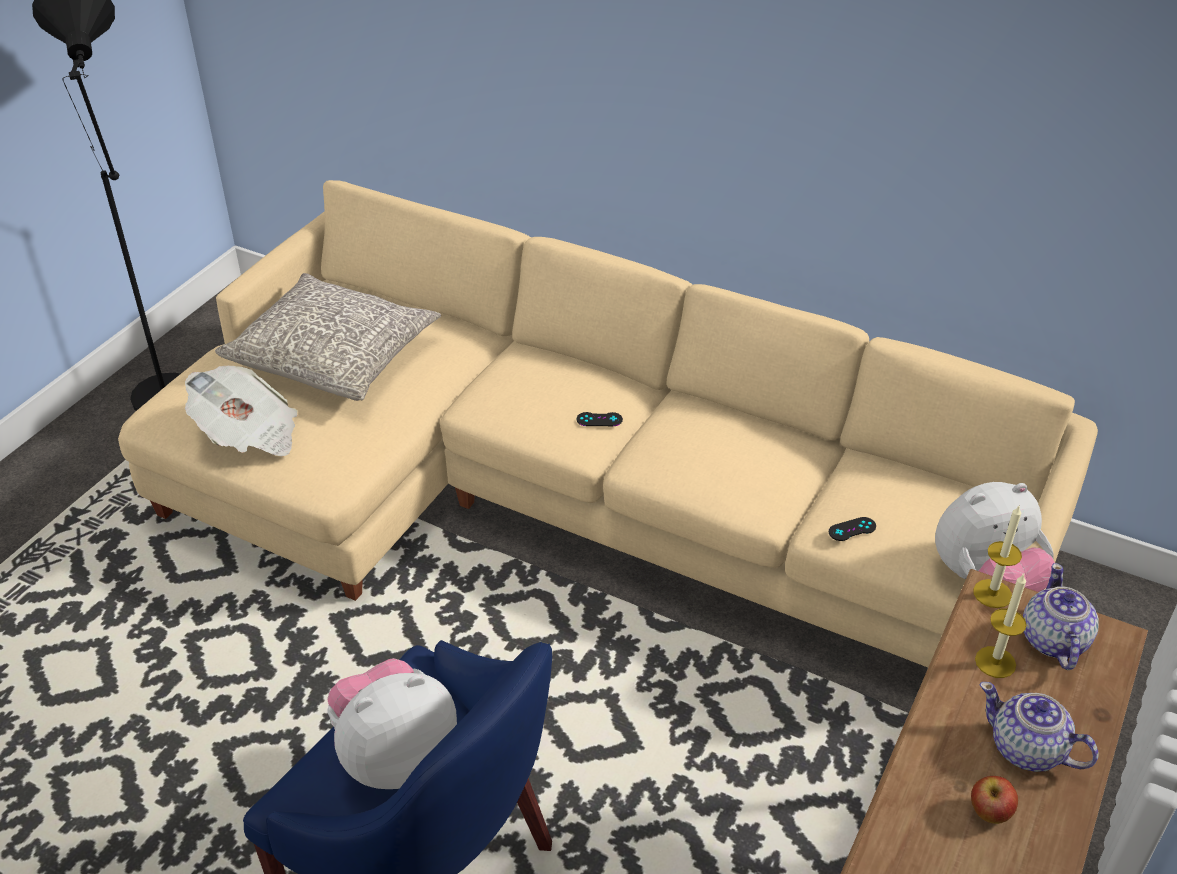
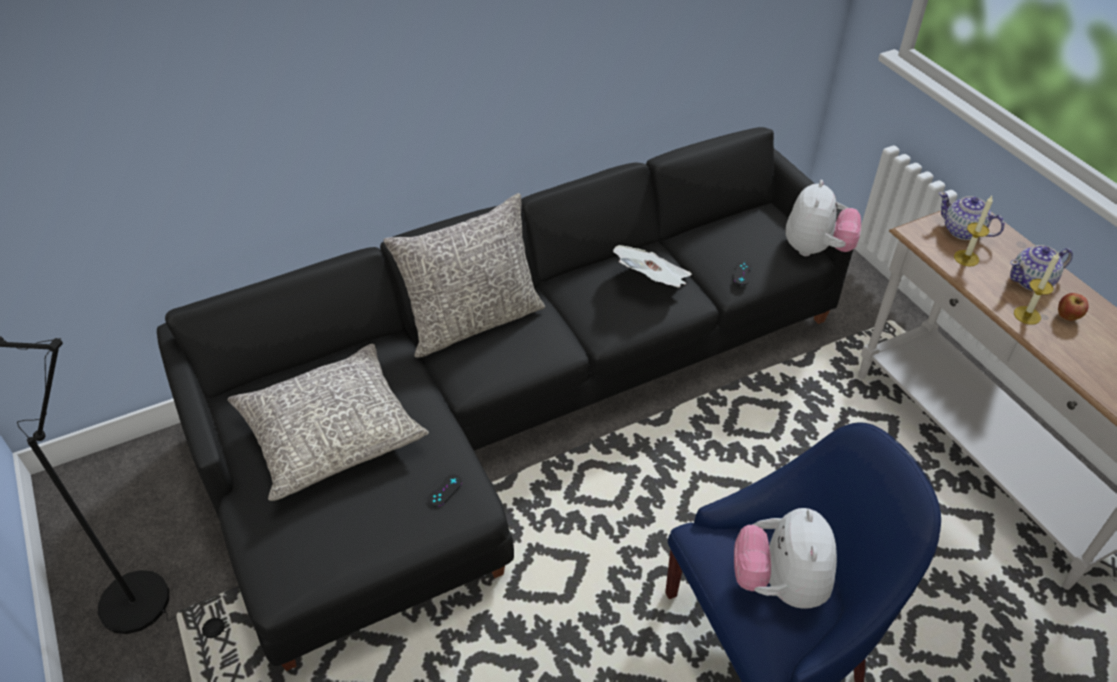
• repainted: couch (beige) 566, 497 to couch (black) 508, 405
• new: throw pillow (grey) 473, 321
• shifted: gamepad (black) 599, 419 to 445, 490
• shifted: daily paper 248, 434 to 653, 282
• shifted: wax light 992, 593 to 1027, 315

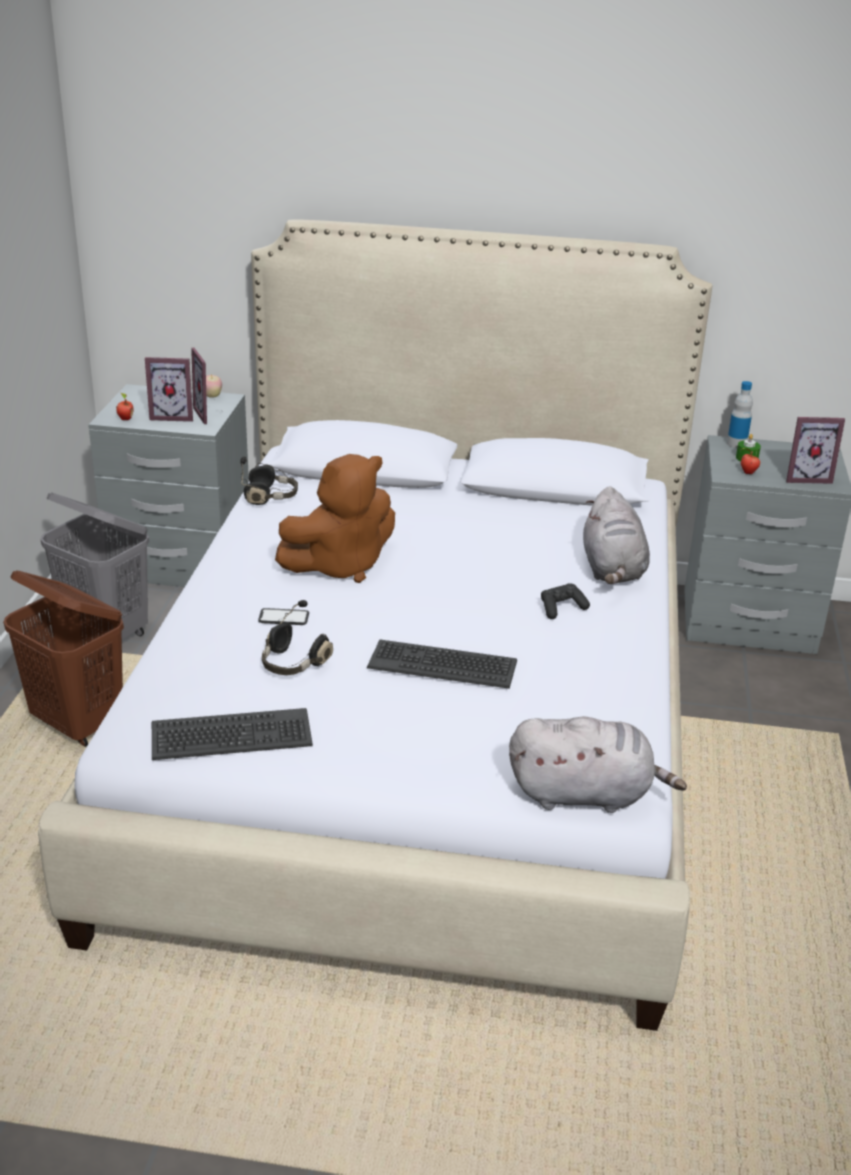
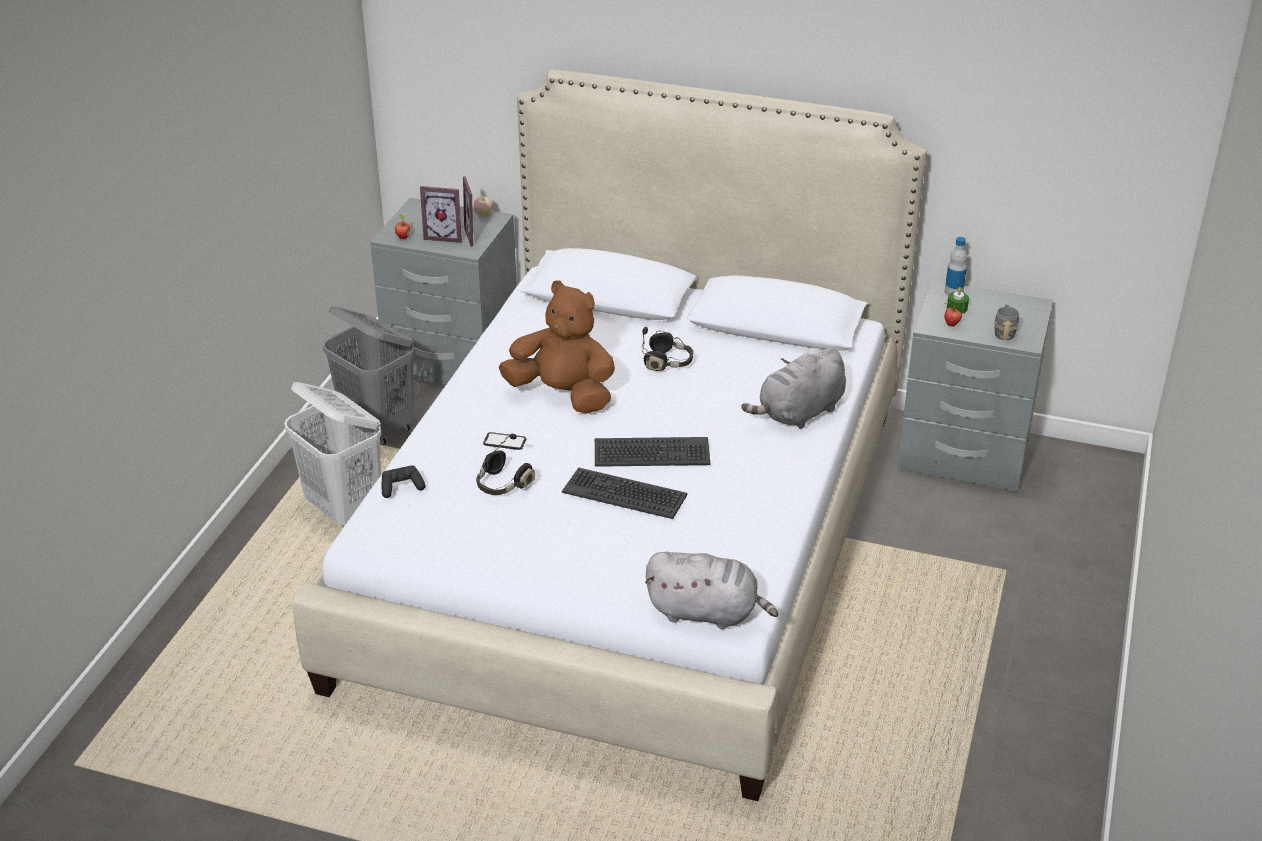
• repainted: laundry basket (brownish) 79, 724 to laundry basket (white-coloured) 344, 510
• shifted: gamepad (black) 561, 608 to 401, 487
• rotated: plush toy (brownish) 340, 565 = 563, 395 135 degrees counterclockwise
• shifted: keyboard 231, 736 to 651, 453
• shifted: pair of headphones (black) 270, 497 to 668, 362
• rotated: plush toy (grey) 612, 570 = 799, 413 45 degrees clockwise
• swapped: standing frame 806, 477 to tea mug (grey) 1004, 332

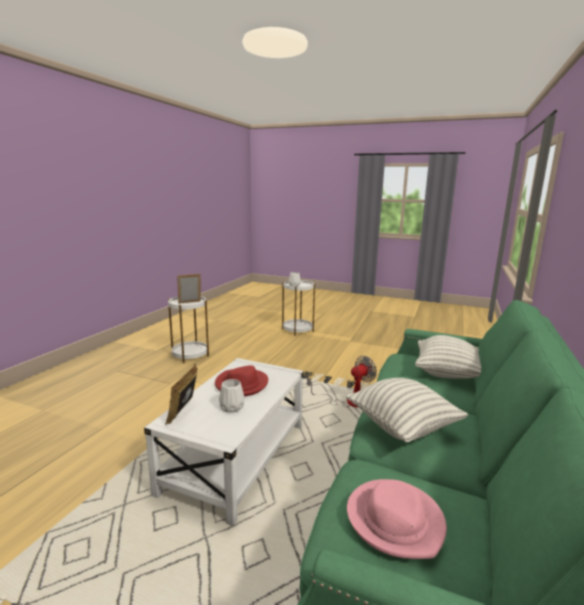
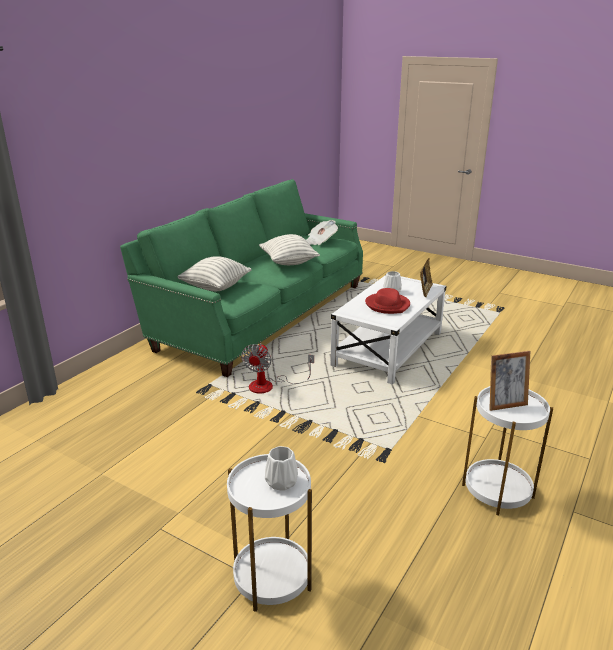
• rotated: fan 348, 401 = 269, 385 45 degrees counterclockwise
• swapped: clothing hat (pinkish) 395, 520 to daily paper 320, 241

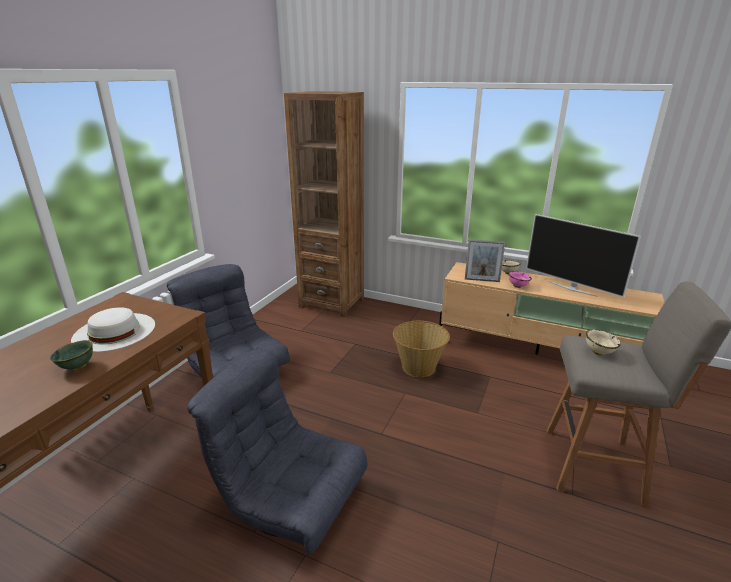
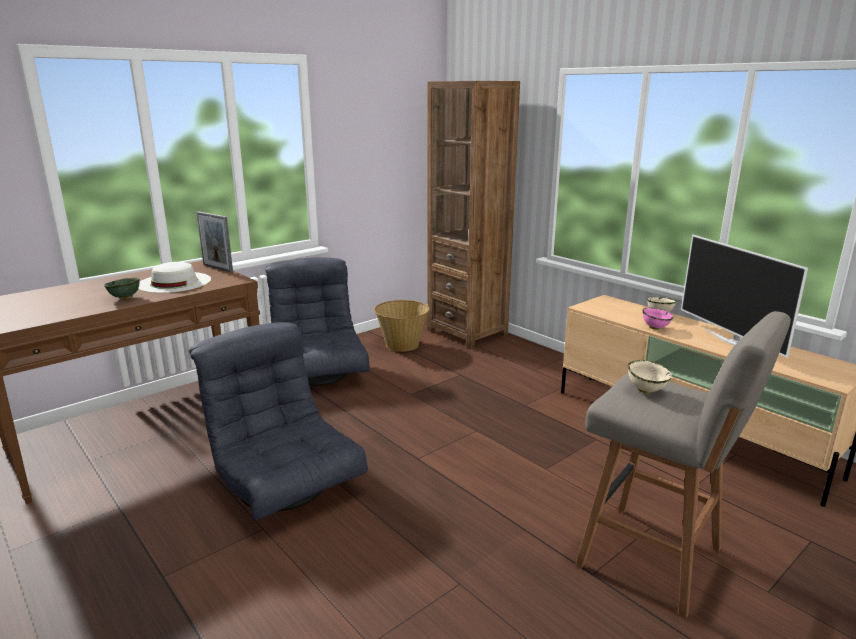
• shifted: standing frame 482, 280 to 217, 268
• shifted: basket 419, 367 to 402, 345

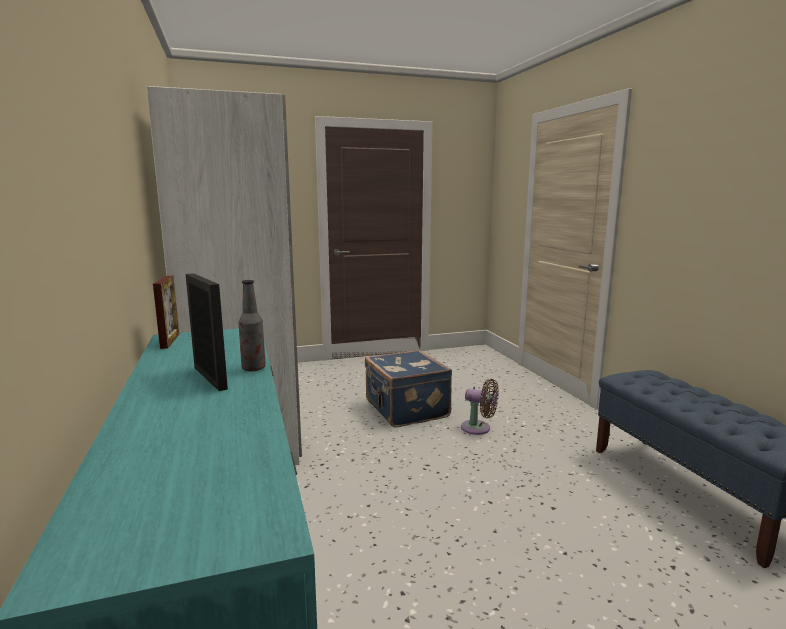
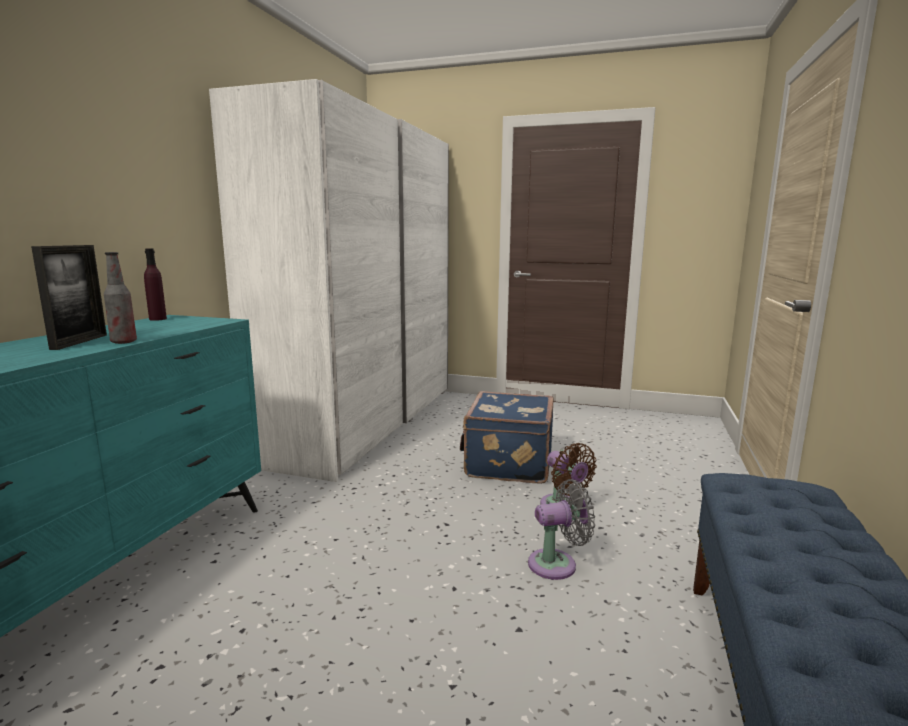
• swapped: standing frame 170, 341 to drink bottle (purplish) 158, 319
• new: fan (grey) 557, 564

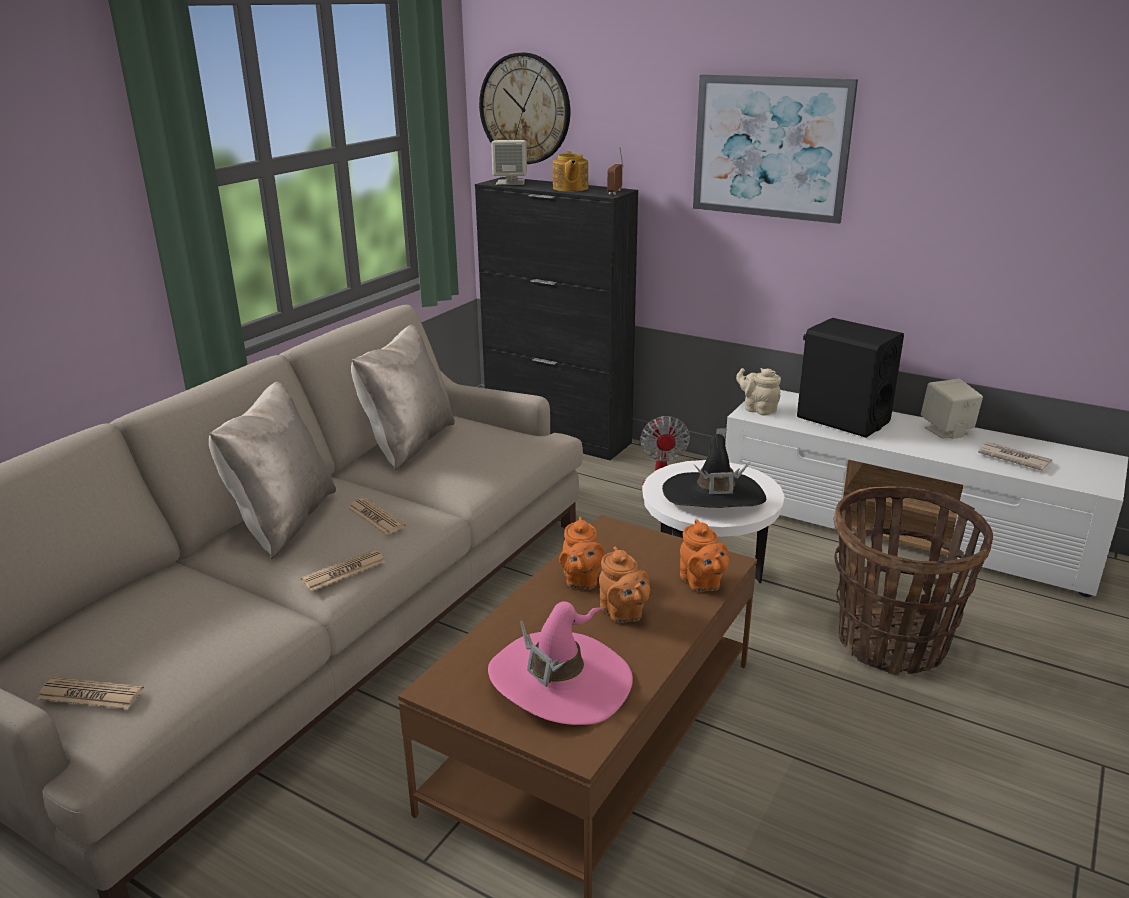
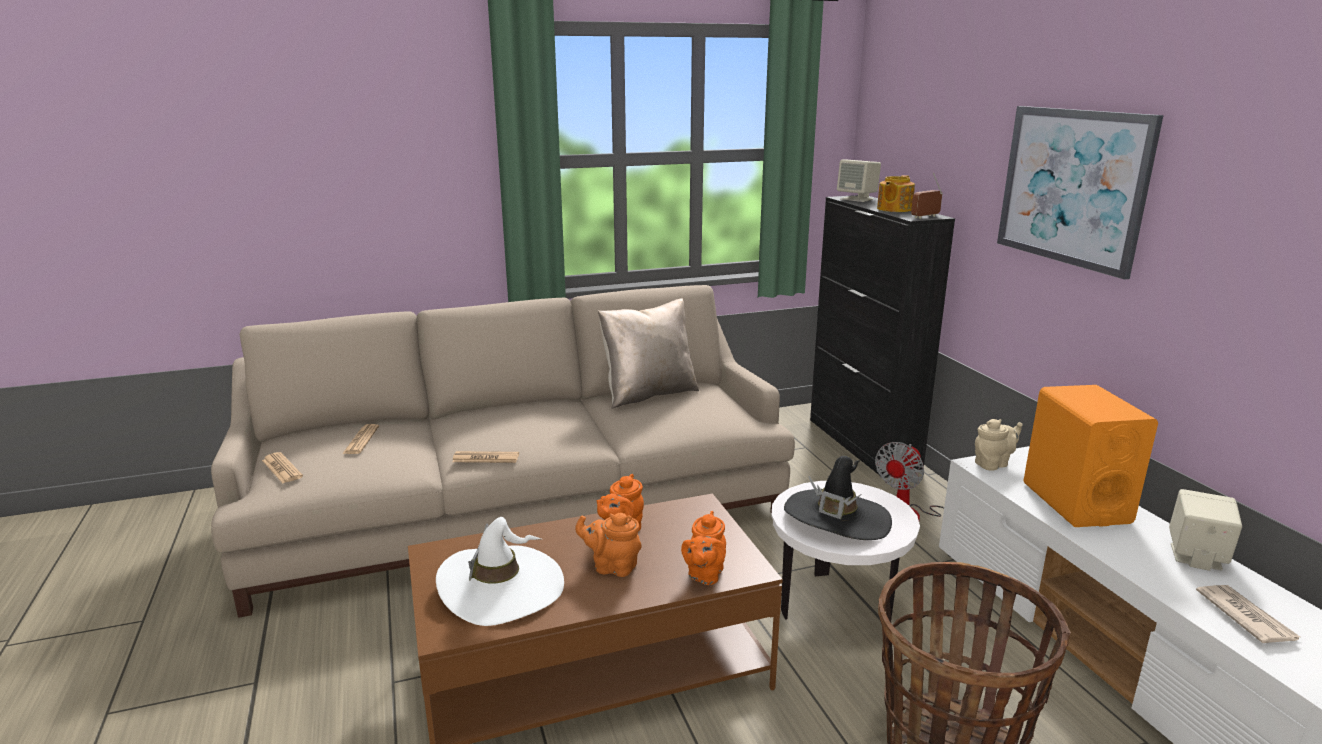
• shifted: daily paper 376, 517 to 361, 440
• repainted: clothing hat (pinkish) 560, 681 to clothing hat (white-coloured) 501, 587
• rotated: teapot (orange) 623, 614 = 612, 566 90 degrees clockwise
• rotated: teapot (beige) 758, 409 = 993, 464 75 degrees clockwise
• repainted: speaker (black) 842, 419 to speaker (orange) 1075, 502
• gone: throw pillow (beige) 283, 521
• gone: clock on the wall 525, 109

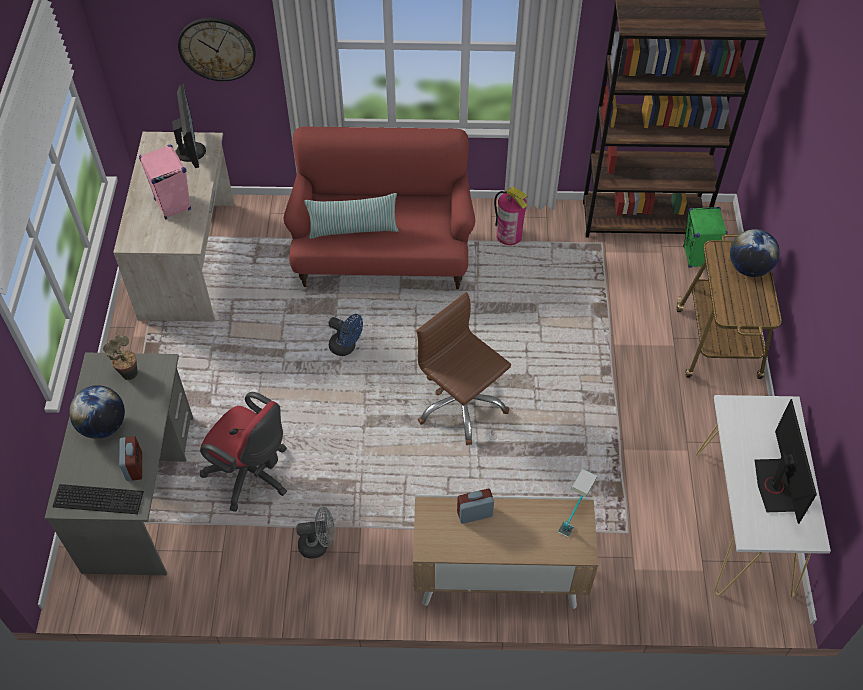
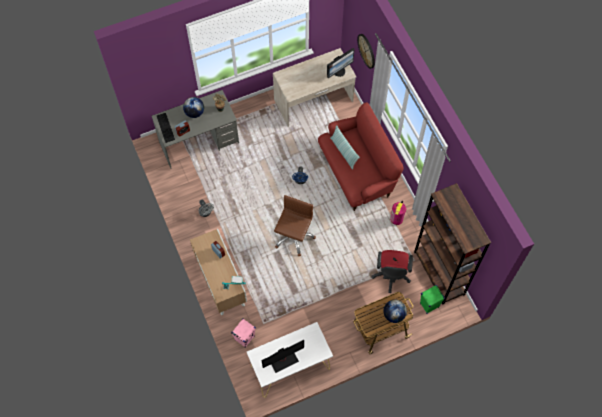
• shifted: speaker (pinkish) 172, 204 to 244, 338
• shifted: office chair (red-coloured) 252, 475 to 391, 276

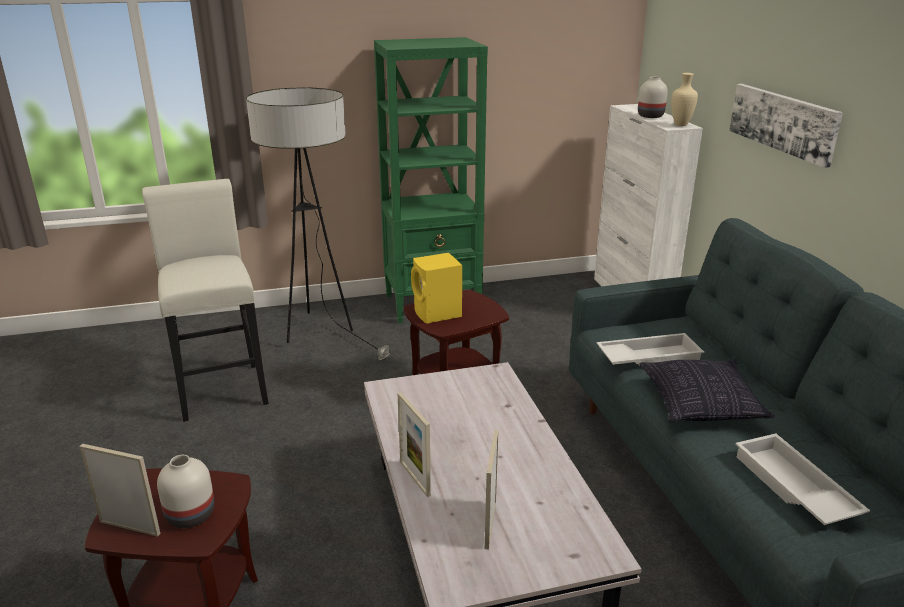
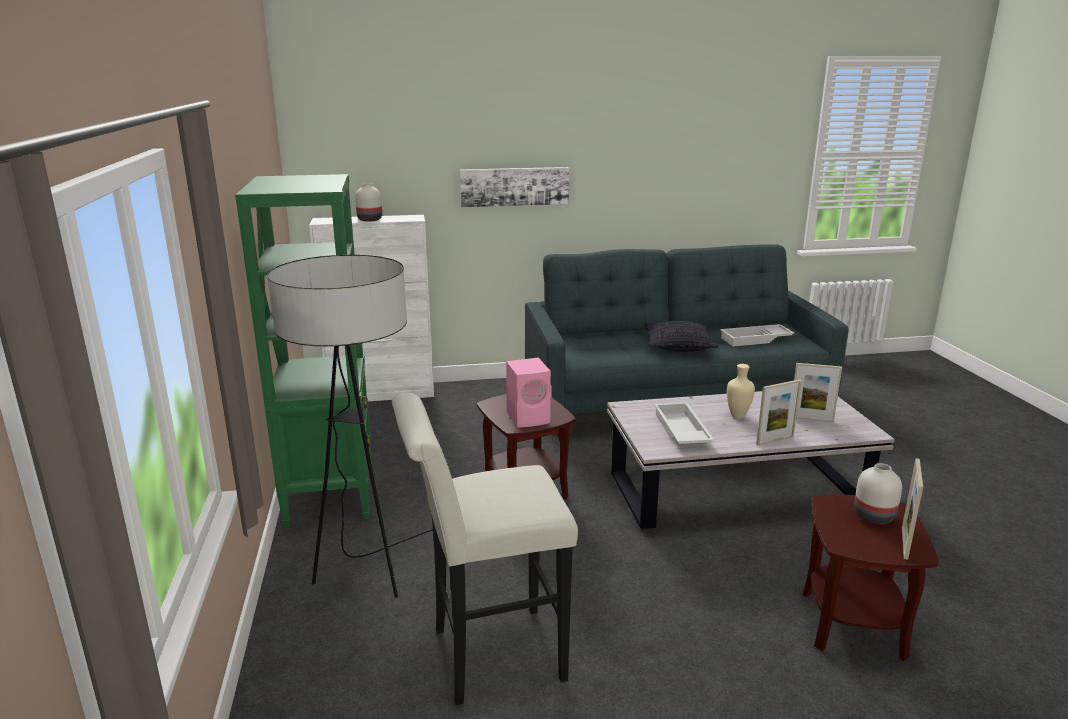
• repainted: speaker (yellow-coloured) 437, 314 to speaker (pinkish) 530, 418
• shifted: carrying tray (white-coloured) 648, 357 to 680, 431
• shifted: flower vase (beige) 680, 125 to 738, 416

